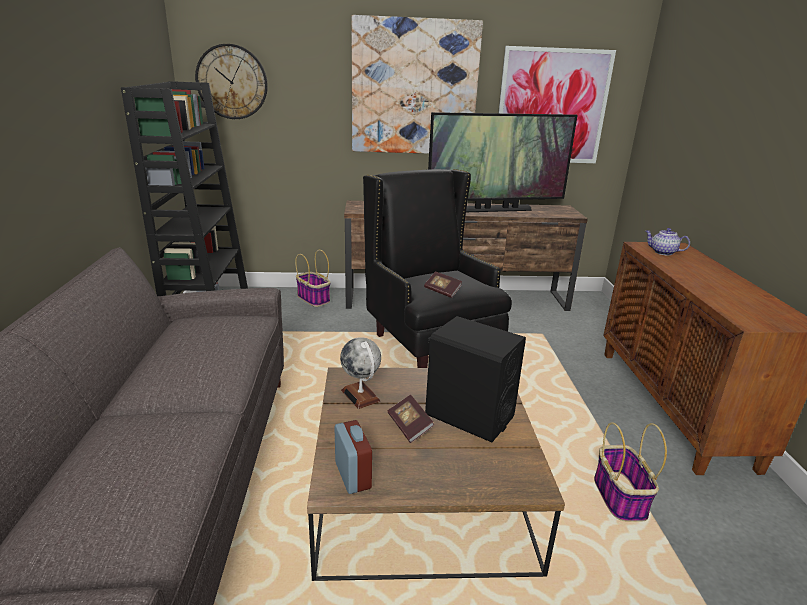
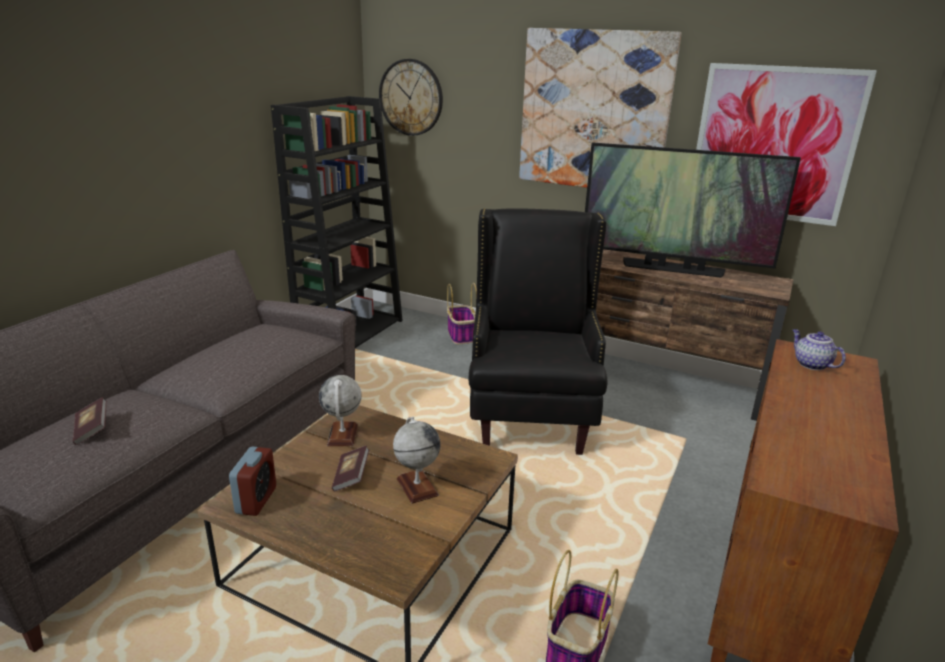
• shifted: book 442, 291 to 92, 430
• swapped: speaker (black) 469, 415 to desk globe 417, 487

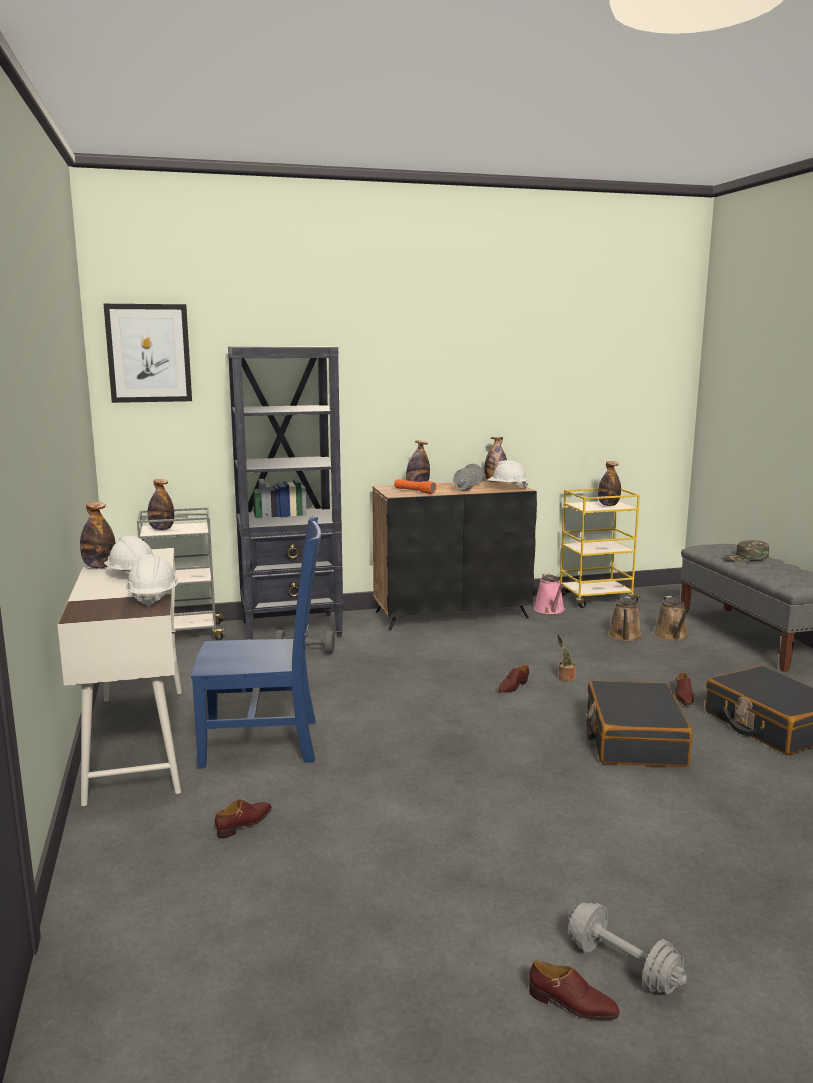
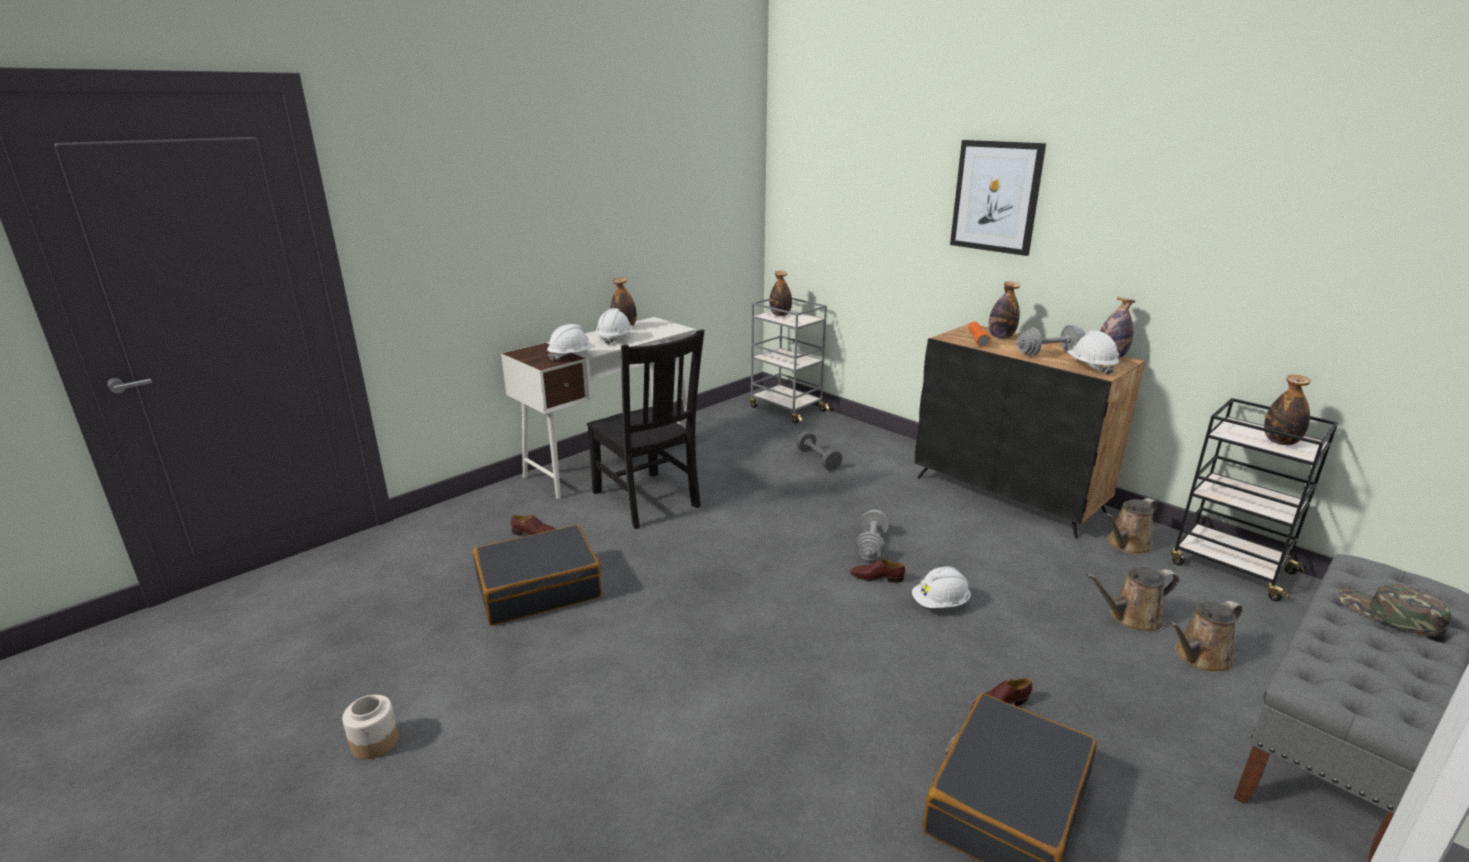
• swapped: item of footwear (brownish) 572, 1005 to storage jar 375, 742
• shifted: piece of luggage (black) 633, 739 to 538, 588
• repainted: plain chair (blue) 265, 743 to plain chair (black) 647, 501
• shifted: hand weight (grey) 623, 966 to 871, 546
• swapped: potted plant 565, 678 to hard hat (white-coloured) 940, 604
• shifted: wall picture 149, 353 to 996, 197
• repainted: sprinkling can (pinkish) 550, 610 to sprinkling can (brownish) 1127, 545
• repainted: trolley (yellow-coloured) 596, 599 to trolley (black) 1229, 567
• gone: shelving unit (black) 292, 629

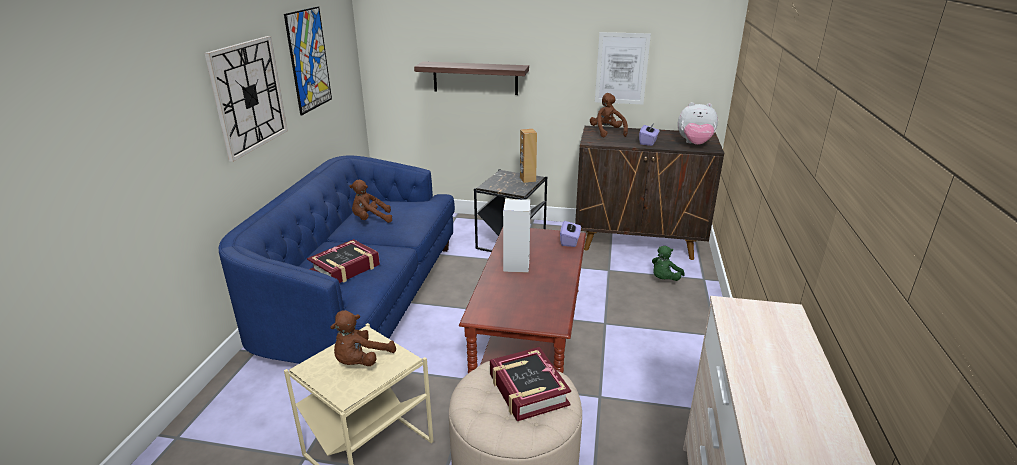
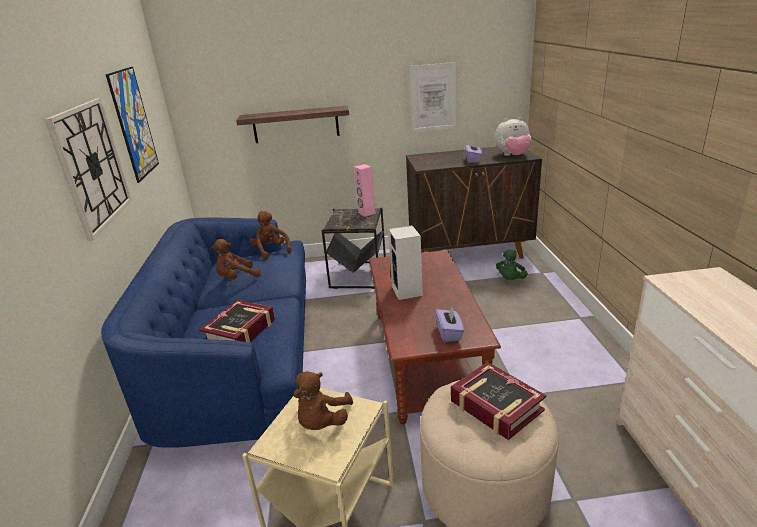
• shifted: plush toy (brownish) 607, 132 to 271, 251
• repainted: speaker (brownish) 527, 179 to speaker (pinkish) 366, 213
• shifted: box of tissues (purplish) 570, 241 to 449, 333

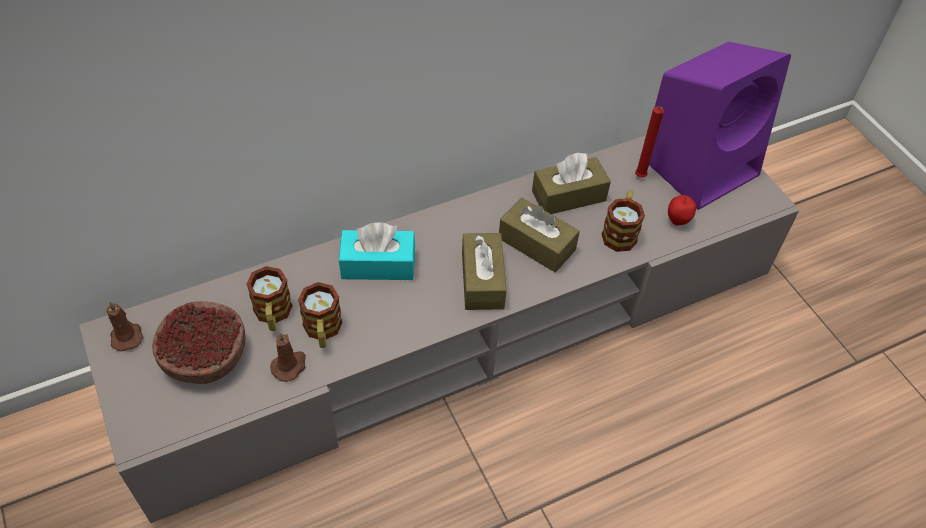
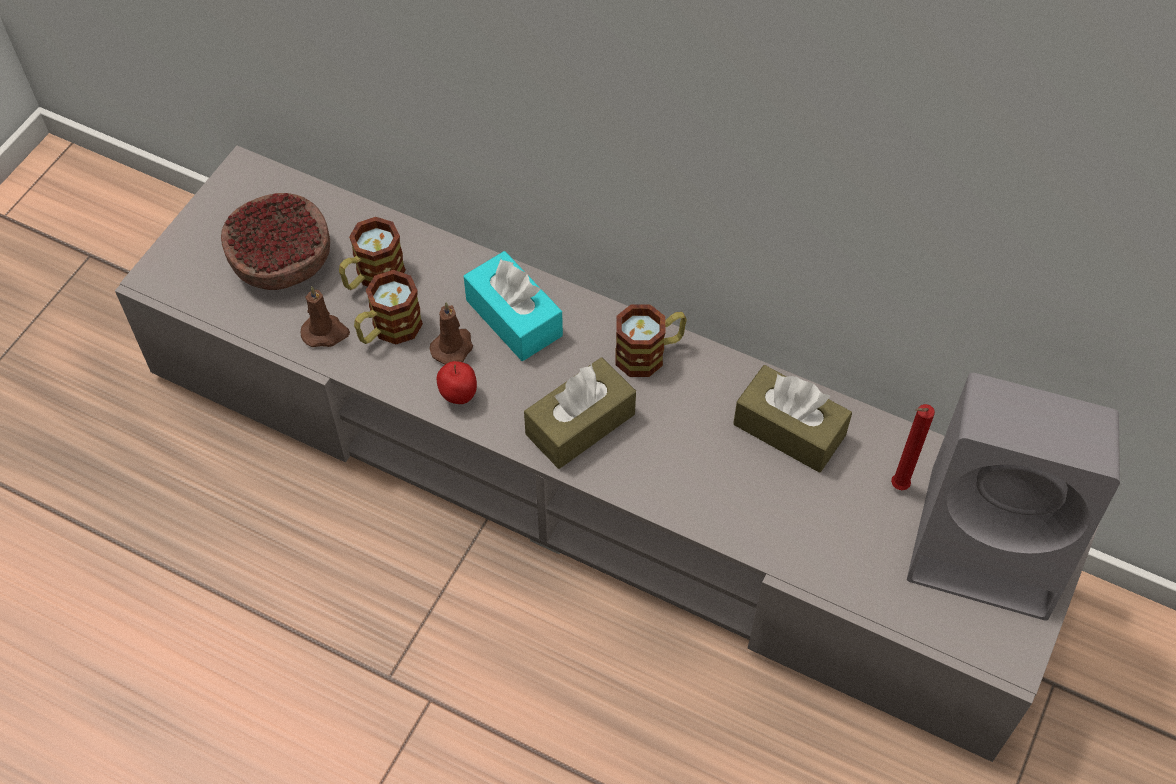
• shifted: wax light (brownish) 126, 336 to 453, 347
• shifted: apple fruit 677, 221 to 458, 396
• shifted: tea mug 620, 232 to 649, 353
• repainted: speaker (purplish) 701, 165 to speaker (grey) 993, 542
• gone: box of tissues (brownish) 536, 244

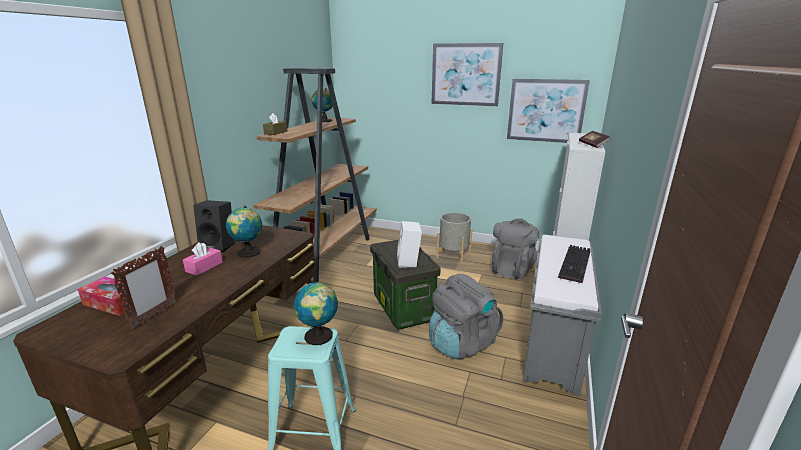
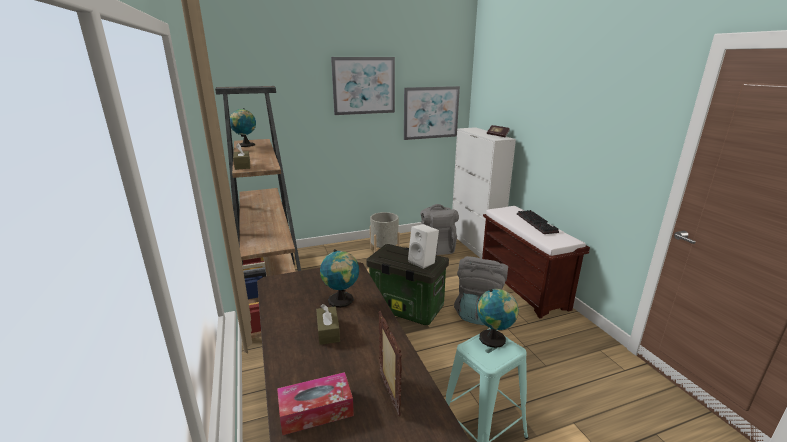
• repainted: box of tissues (pinkish) 204, 267 to box of tissues (brownish) 328, 331
• repainted: bench (grey) 553, 344 to bench (brownish) 523, 287
• gone: speaker (black) 219, 246

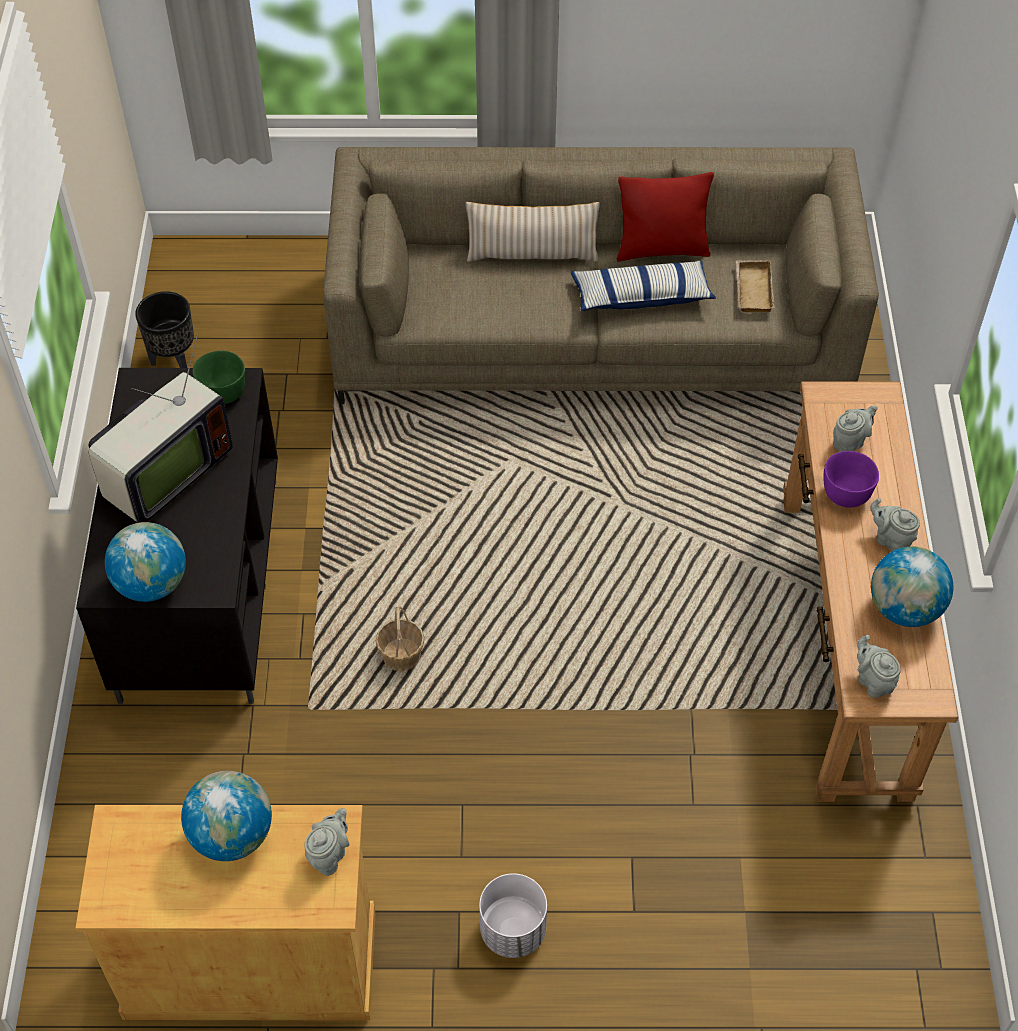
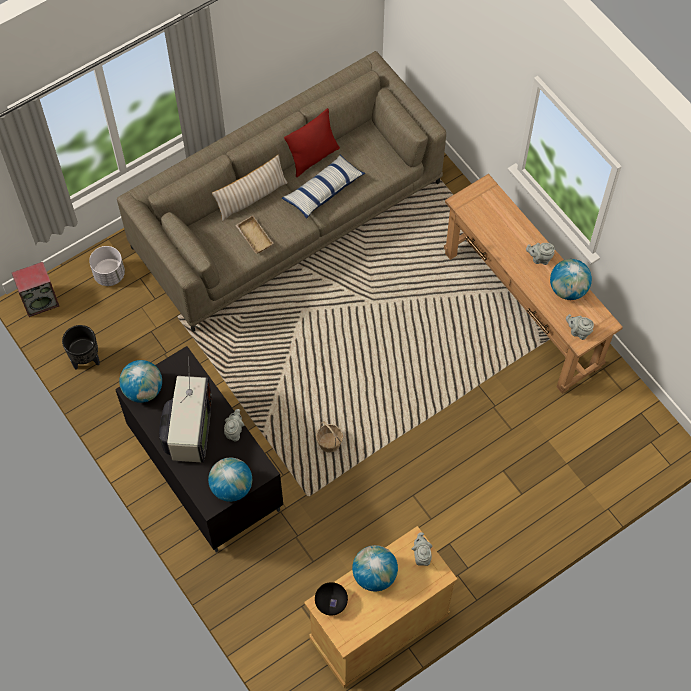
• new: speaker 40, 301
• shifted: flower pot (white-coloured) 513, 930 to 109, 274
• new: desk globe 143, 390
• shifted: teapot (grey) 850, 442 to 234, 431
• shifted: carrying tray (beige) 751, 289 to 253, 237
• new: bowl (black) 331, 602
• gone: bowl (green) 223, 392
• gone: bowl (purplish) 845, 493

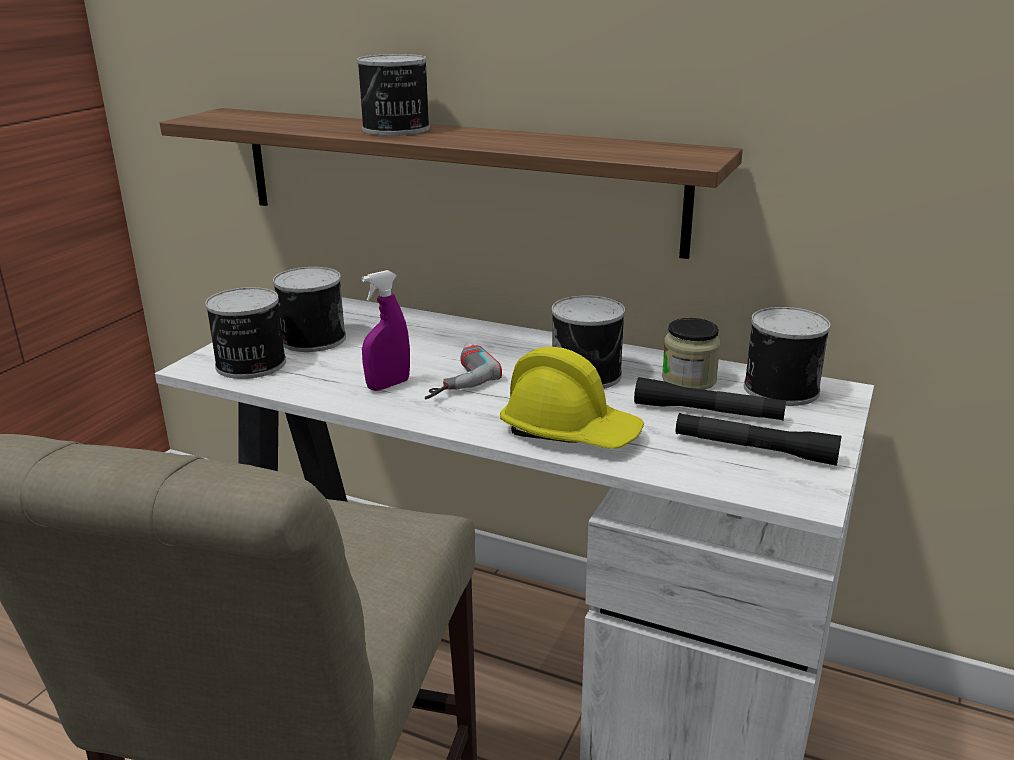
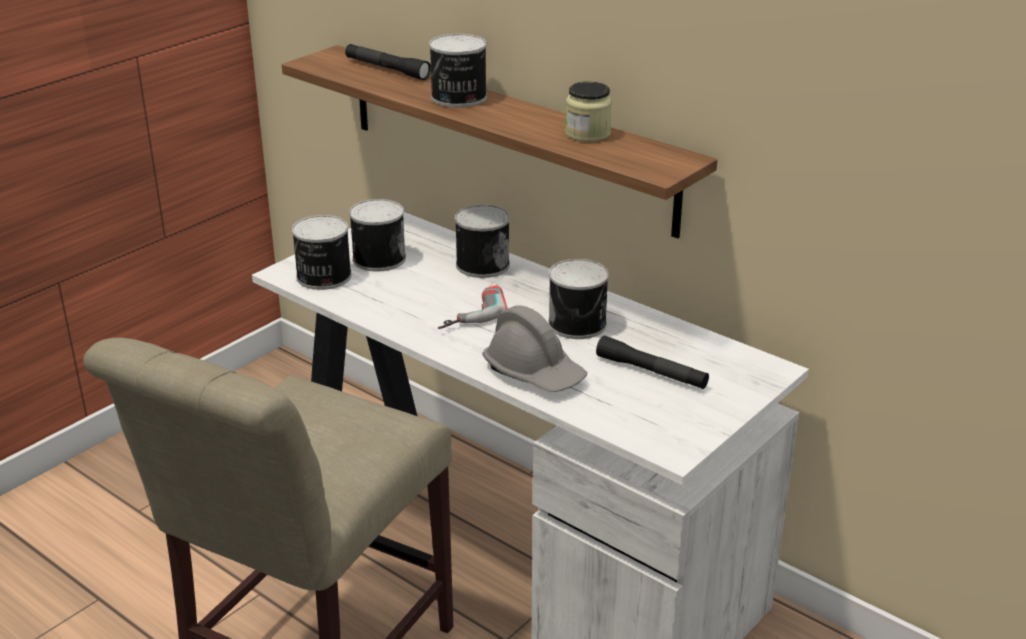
• shifted: hand torch (black) 754, 449 to 387, 69
• shifted: metal can 779, 388 to 481, 264
• repainted: hard hat (yellow-coloured) 570, 432 to hard hat (grey) 534, 372
• shifted: storage jar 689, 380 to 587, 134
• gone: sprayer (purplish) 388, 385

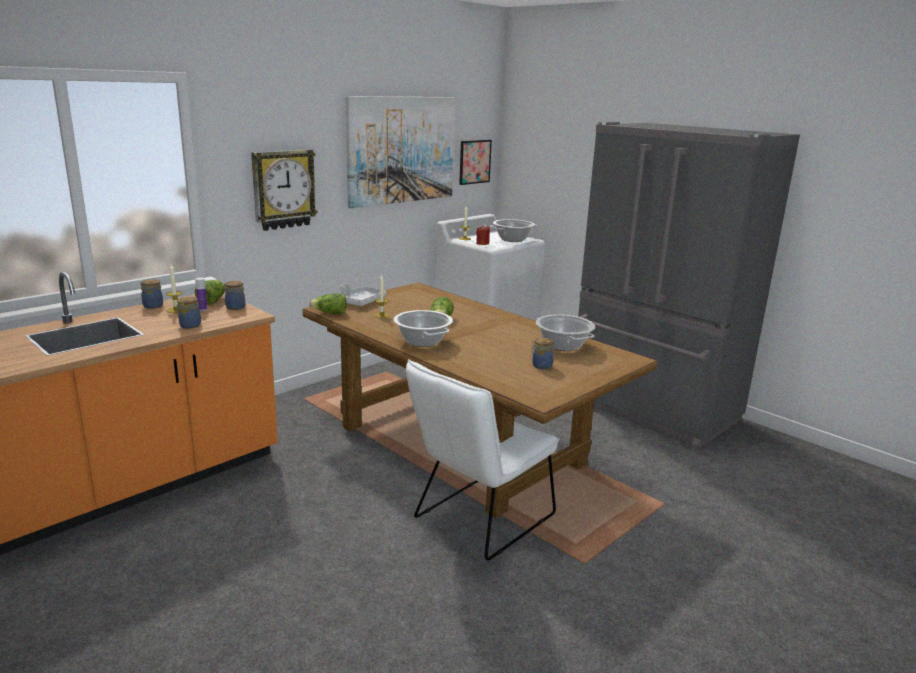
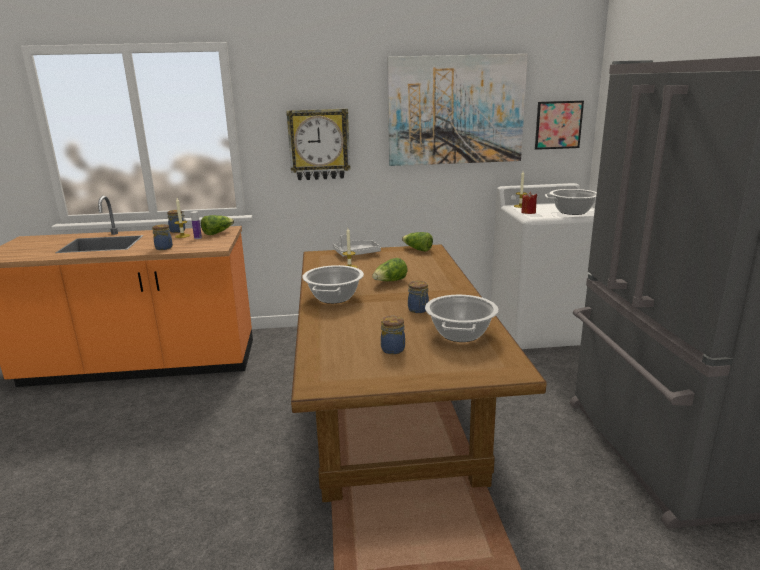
• shifted: head of lettuce 330, 313 to 417, 249
• shifted: storage jar 236, 307 to 418, 310
• gone: plain chair (white-coloured) 478, 520

